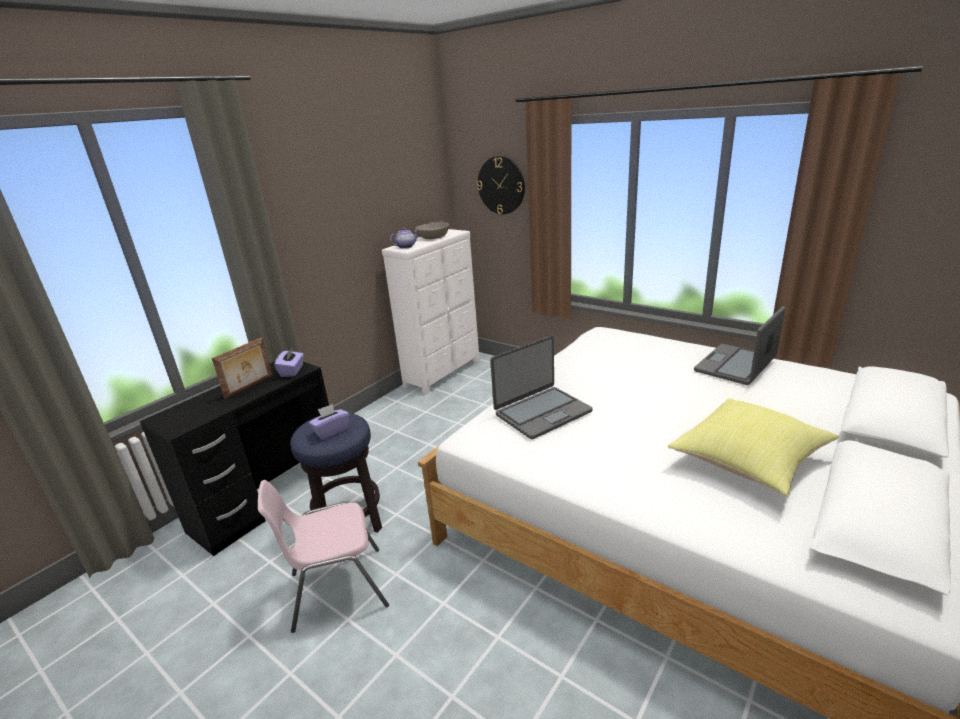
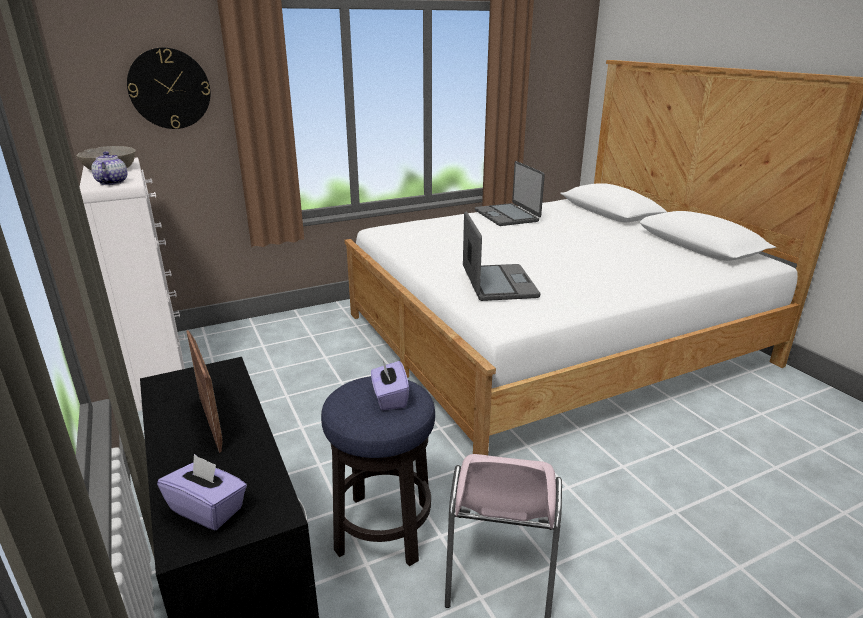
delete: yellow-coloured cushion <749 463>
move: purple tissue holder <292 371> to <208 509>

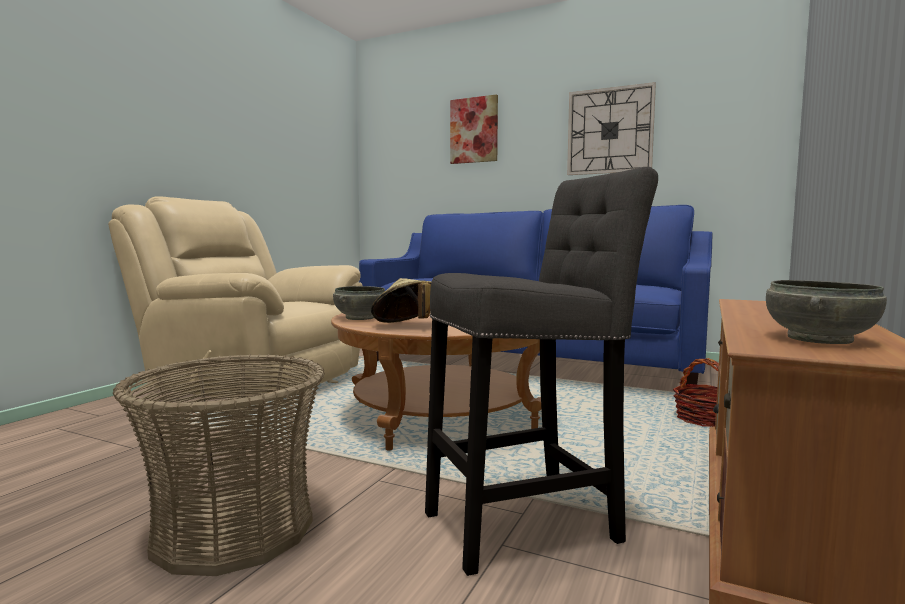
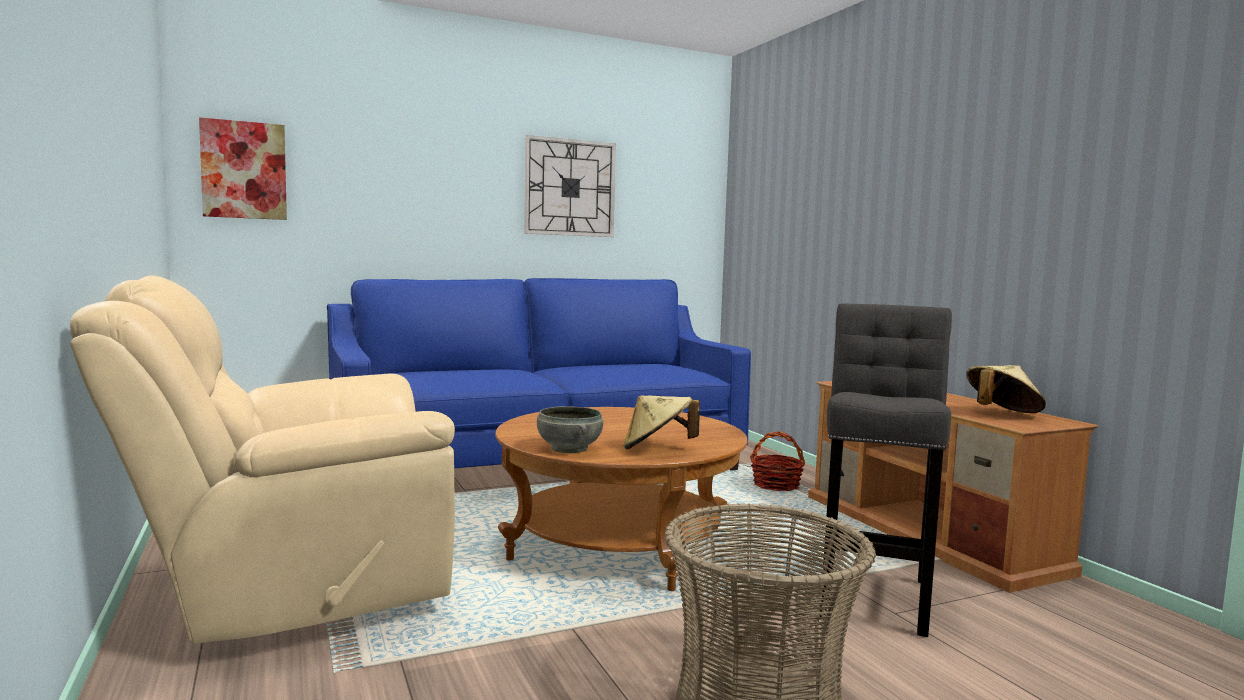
move: wall art <474 130> to <244 170>
replace: greyish deep dish <817 338> to beige-coloured wearable hat <1001 414>

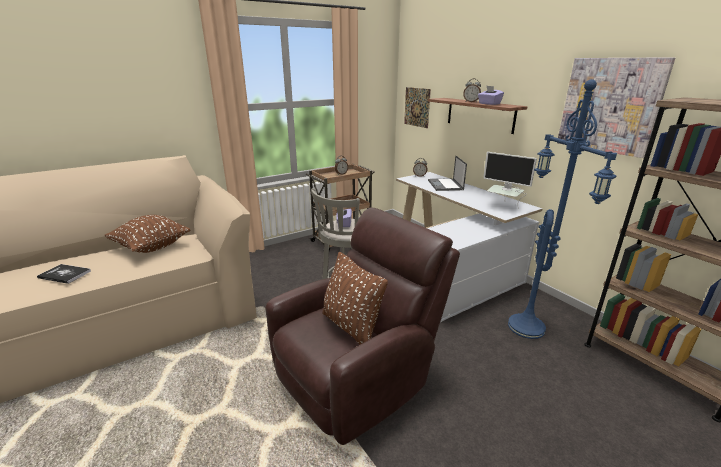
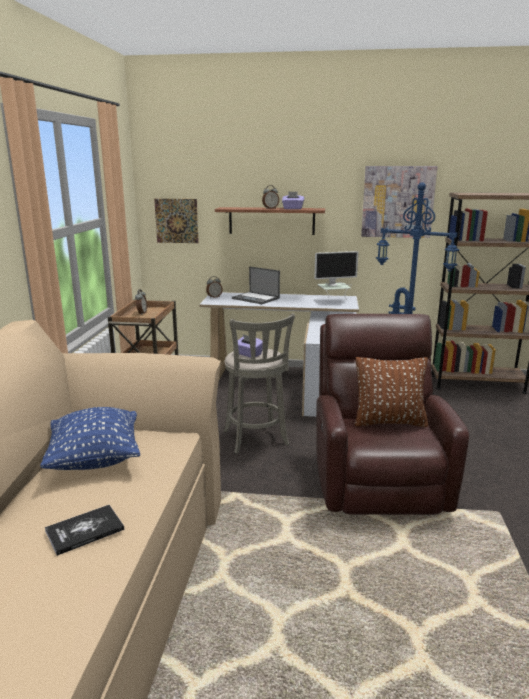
recolor: brown-coloured cushion <152 247> to bluish cushion <95 460>

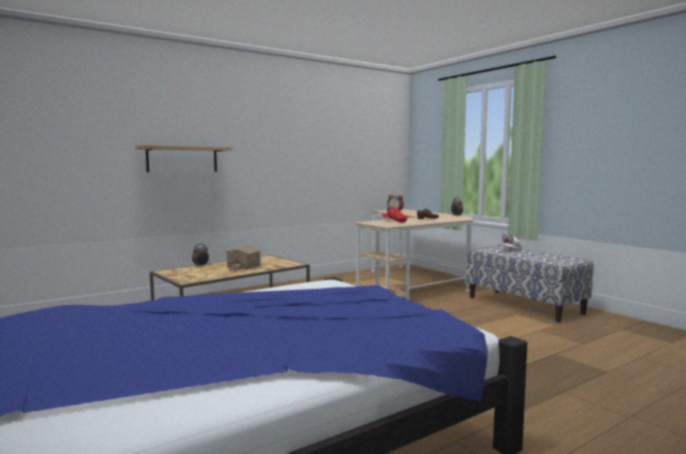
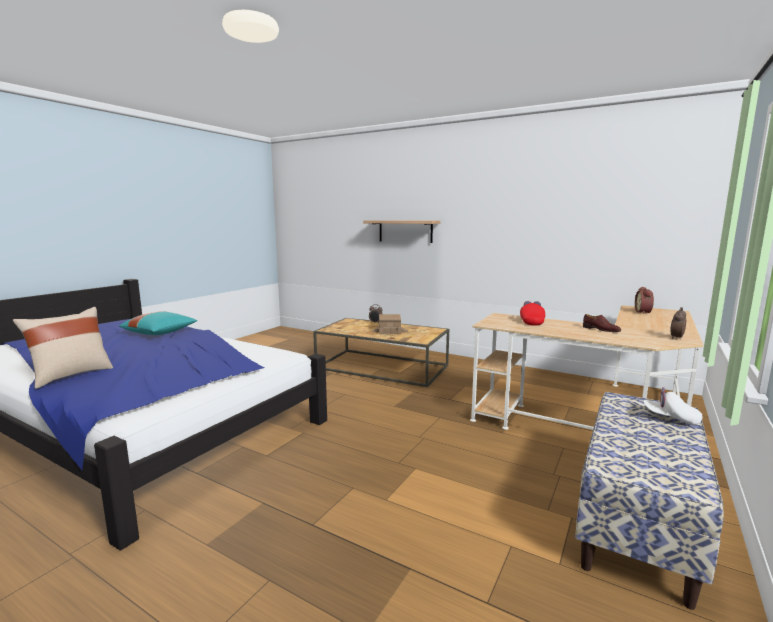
insert: beige-coloured cushion <71 375>; turquoise cushion <160 333>

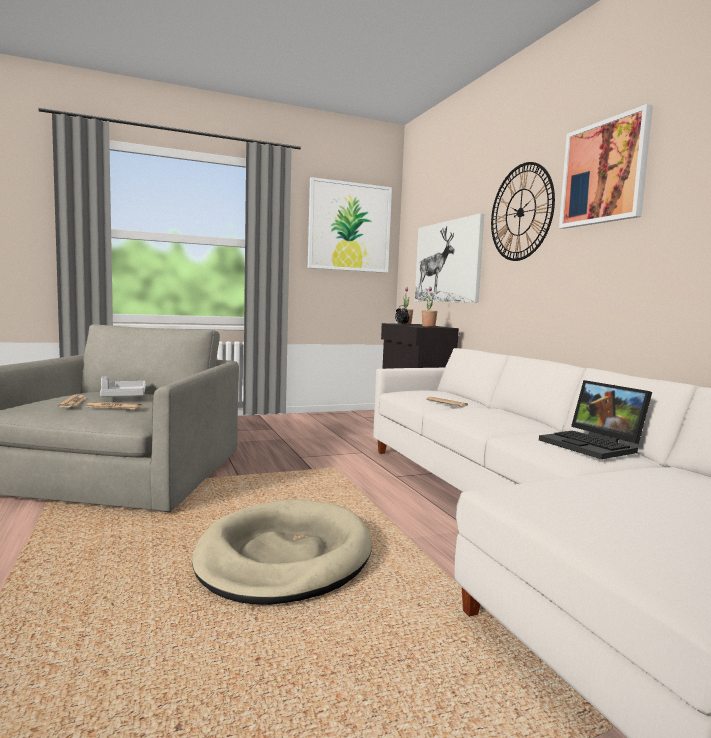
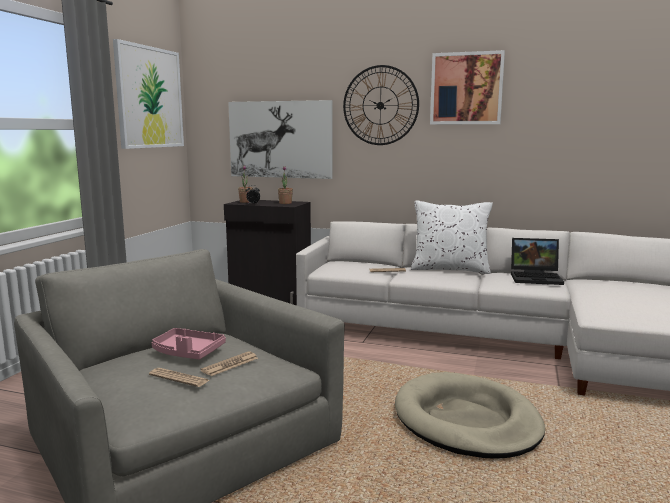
insert: white-coloured cushion <450 269>
recolor: greyish tray <124 396> to pinkish tray <187 352>

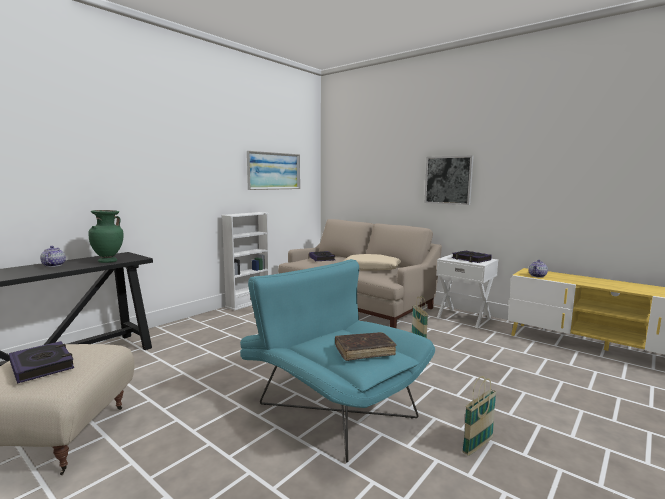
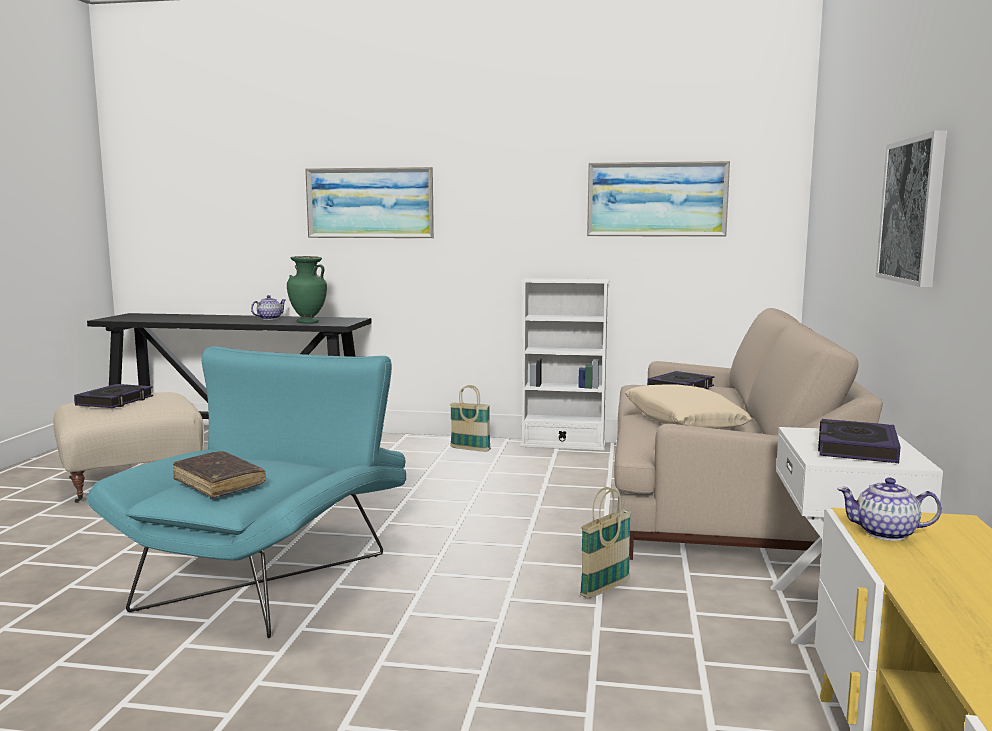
insert: wall art <370 203>
move: storage basket <477 446> to <470 449>

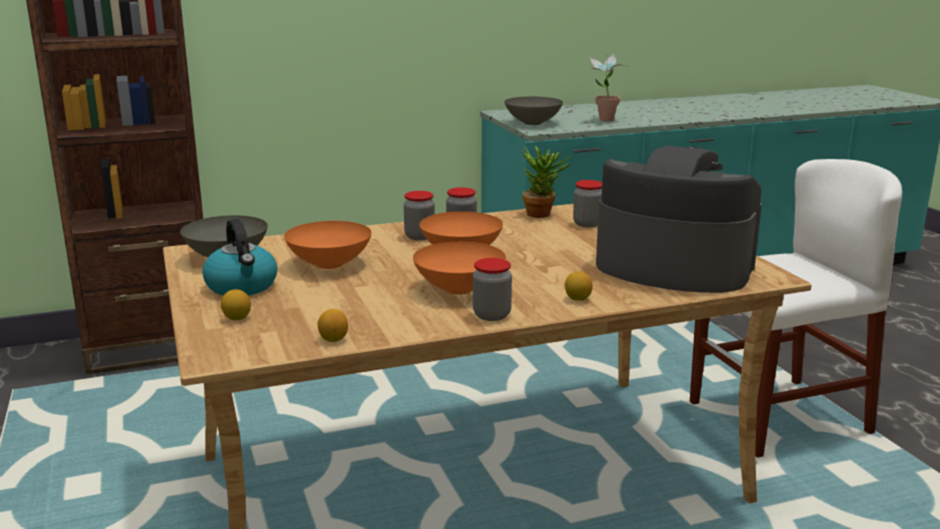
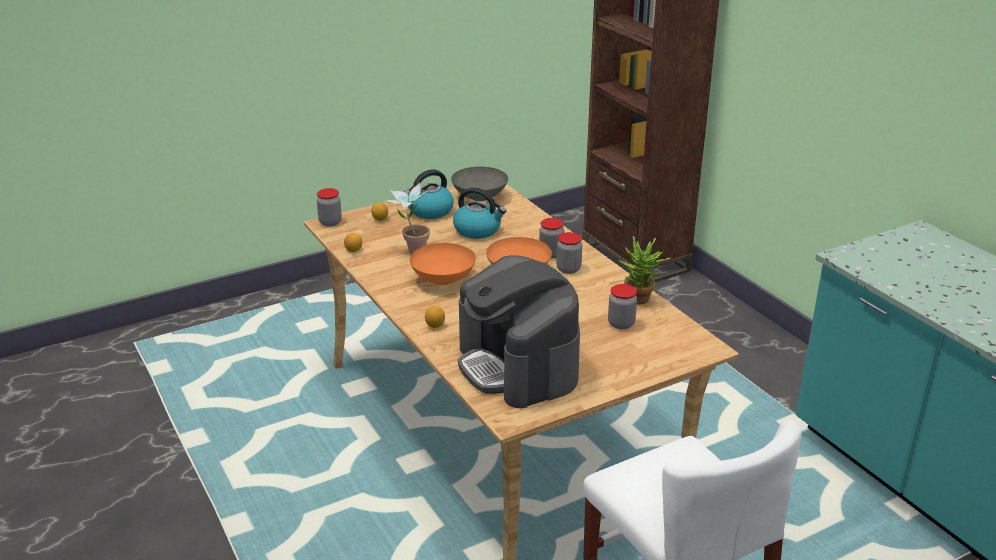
delete: greyish deep dish <533 123>
move: preserve jar <492 315> to <330 222>; potted plant <604 121> to <411 251>
replace: orangey deep dish <328 264> to kettle <478 230>
rotate: coffee machine <672 267> = <518 366> 135 degrees clockwise

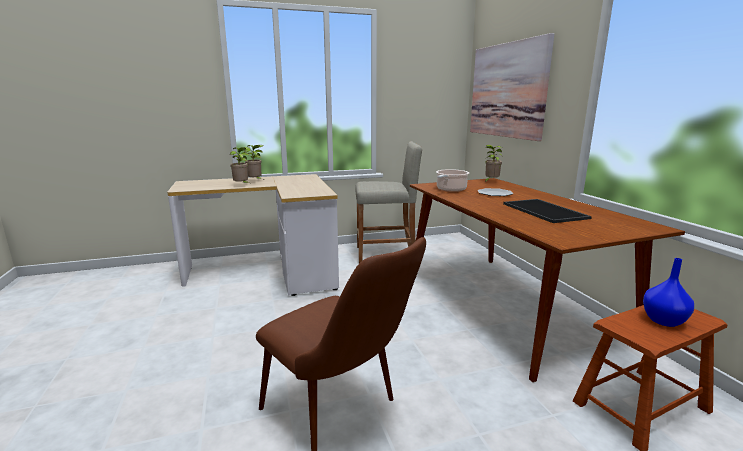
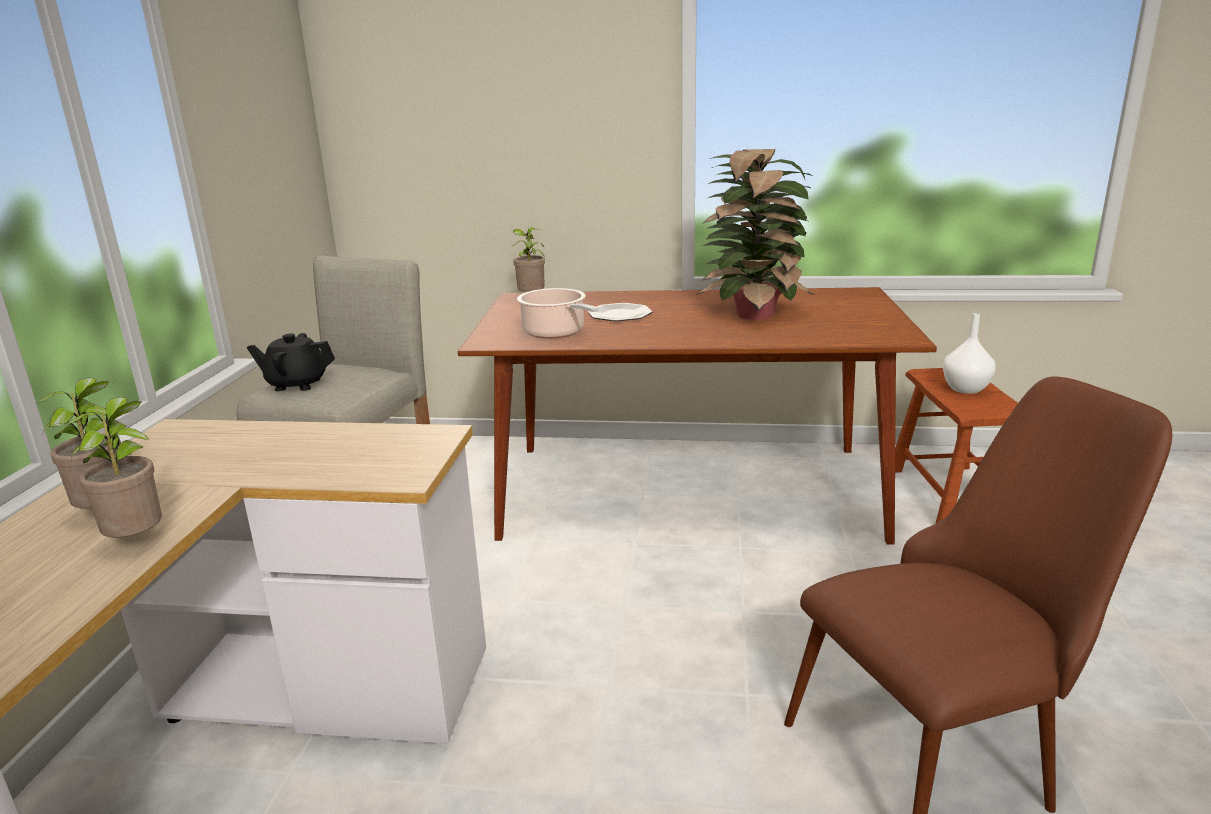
delete: wall art <507 90>
insert: blackish teapot <297 384>
replace: tray <545 211> to potted plant <754 313>
recolor: bluish decorative vase <664 320> to white-coloured decorative vase <965 389>

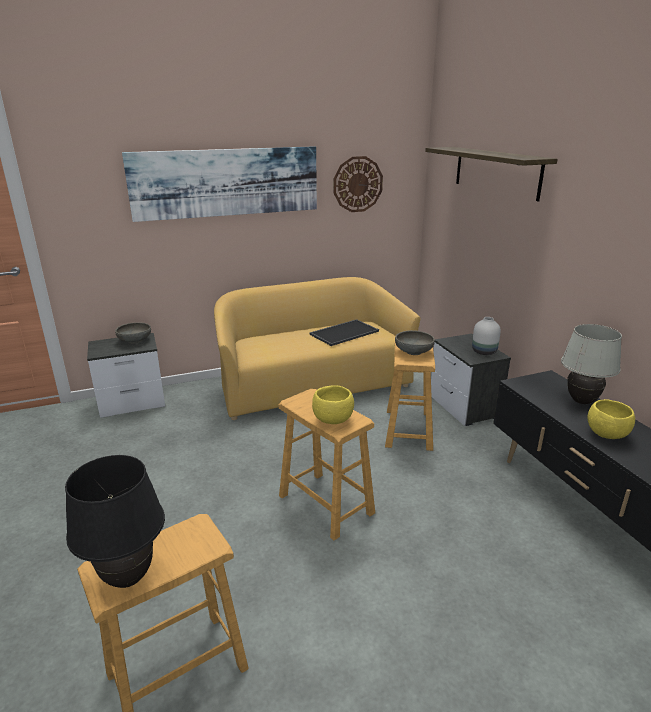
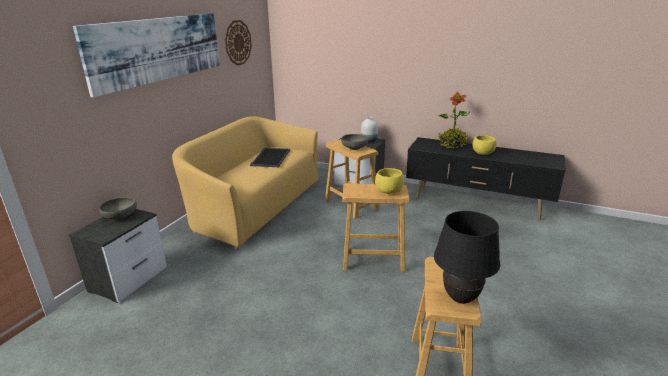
delete: shelf <496 172>
replace: white-coloured table lamp <582 401> to potted plant <452 145>

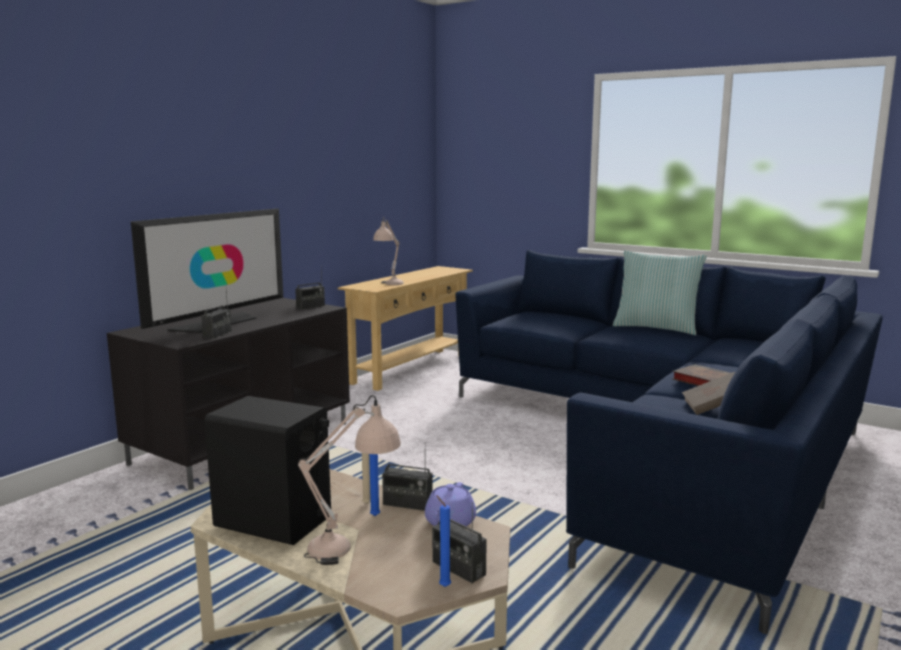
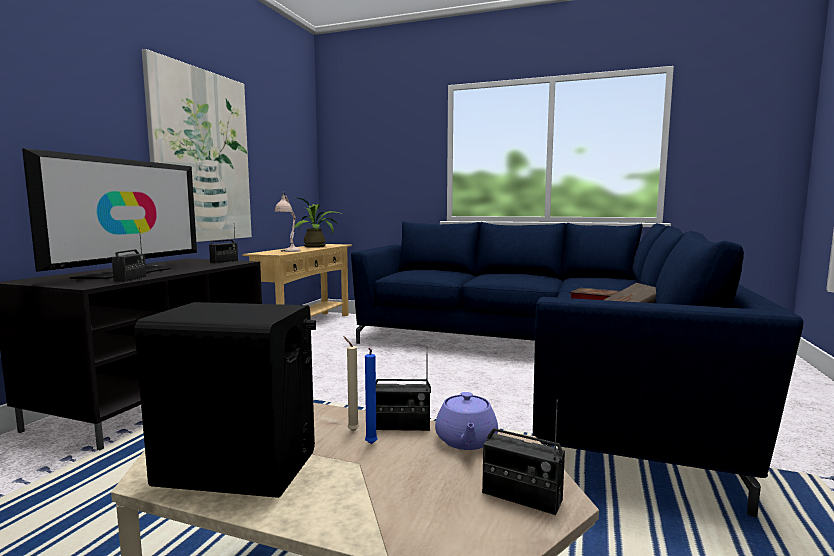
delete: beige-coloured table lamp <353 547>; bluish wax candle <443 586>; cushion <656 328>
insert: wall art <202 156>; potted plant <317 246>

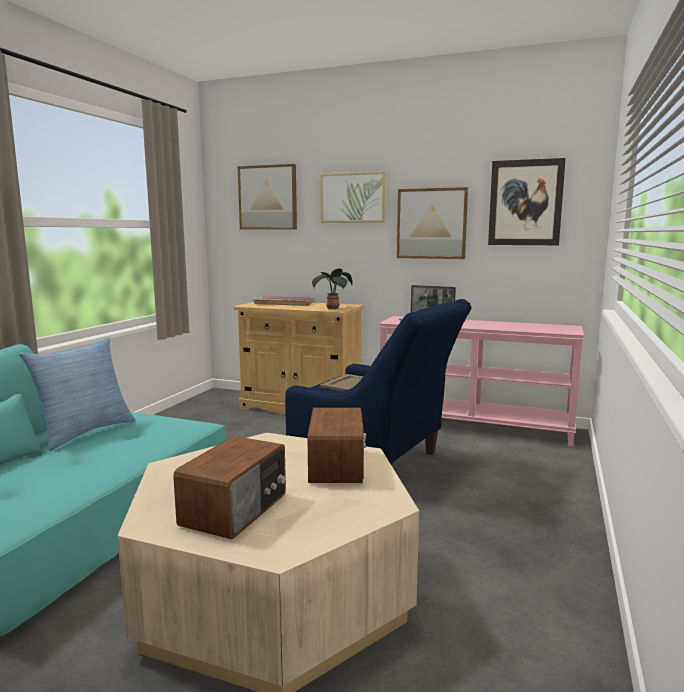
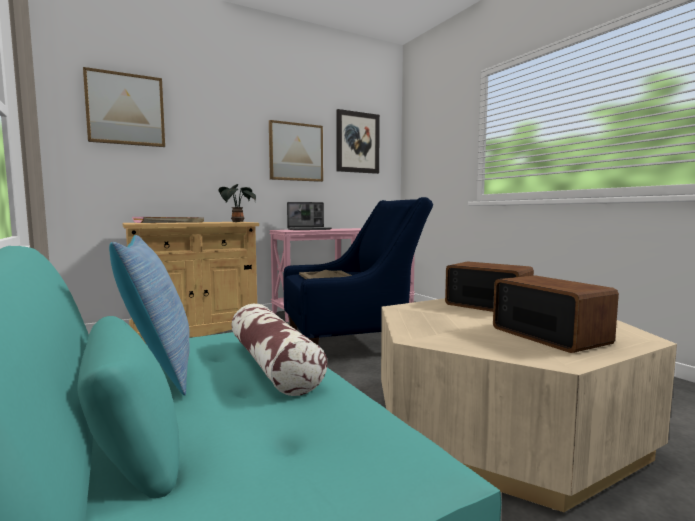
delete: wall art <353 197>
insert: cushion <272 364>

